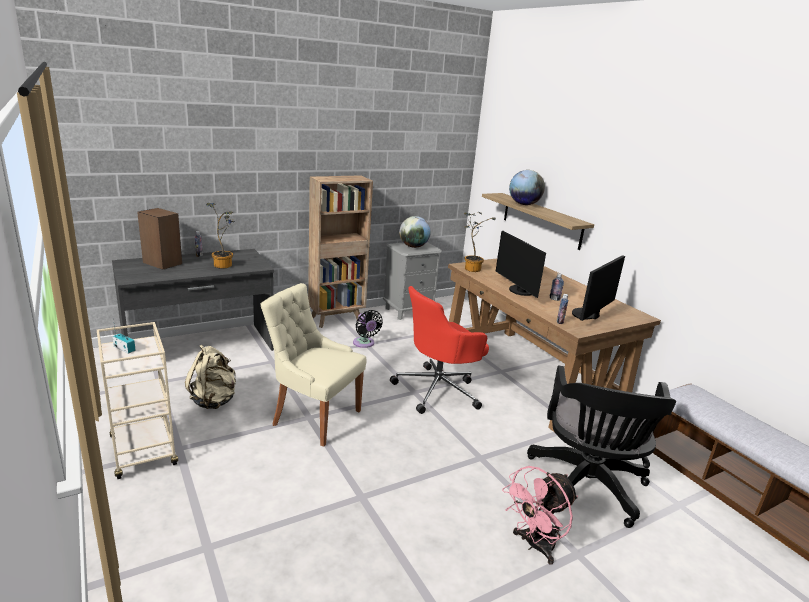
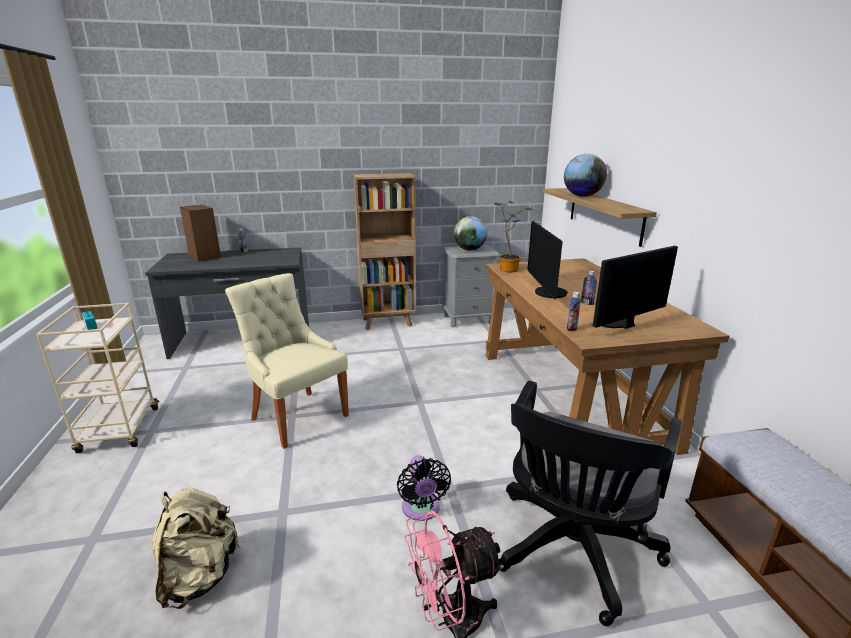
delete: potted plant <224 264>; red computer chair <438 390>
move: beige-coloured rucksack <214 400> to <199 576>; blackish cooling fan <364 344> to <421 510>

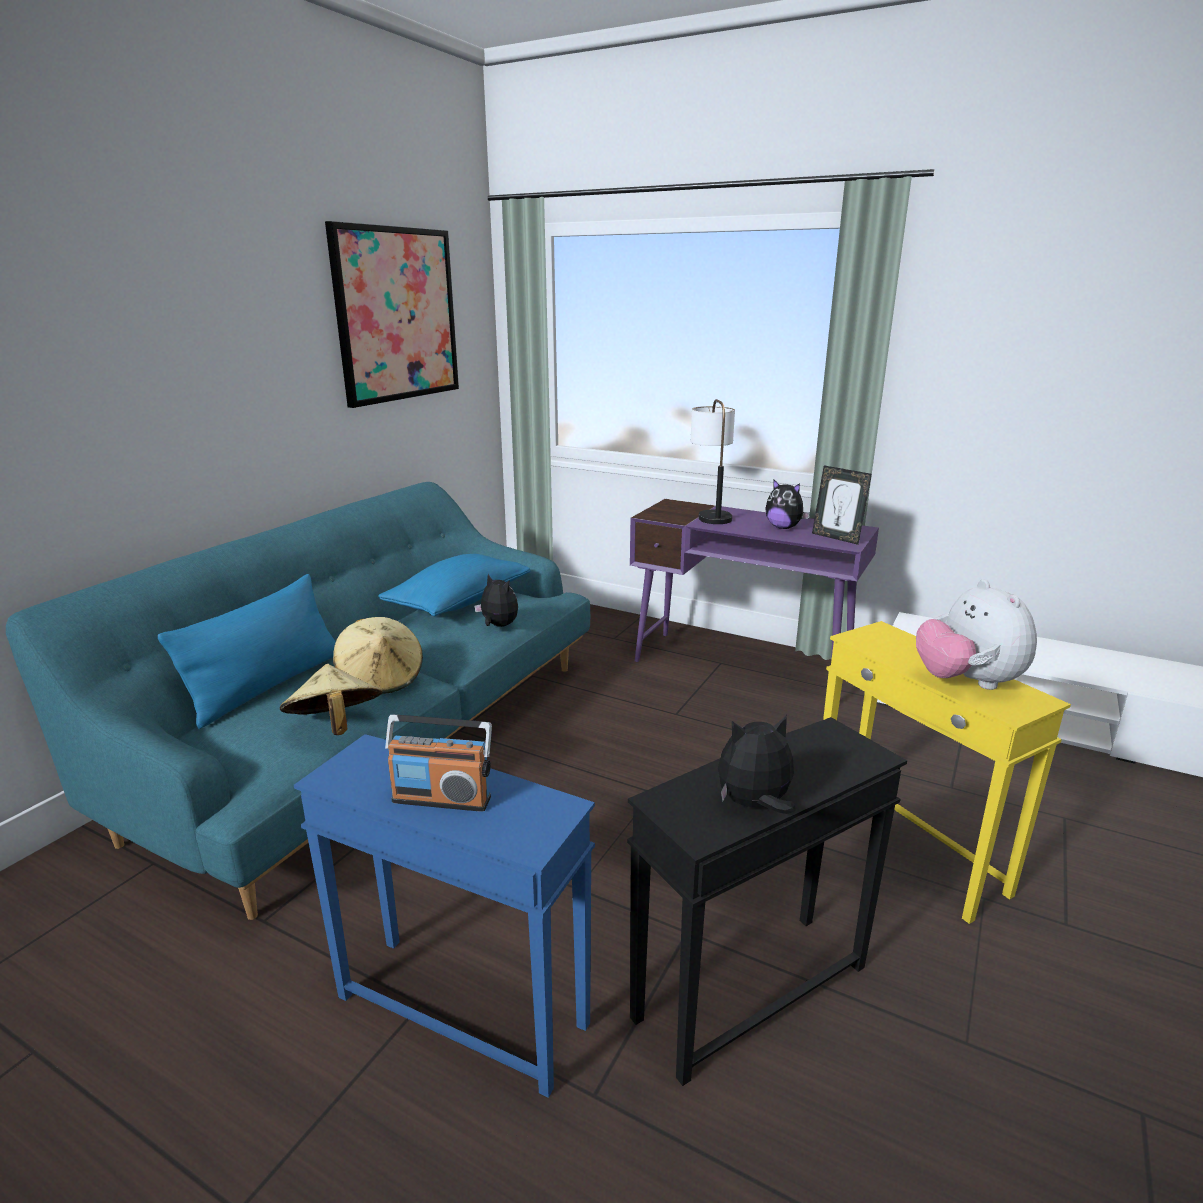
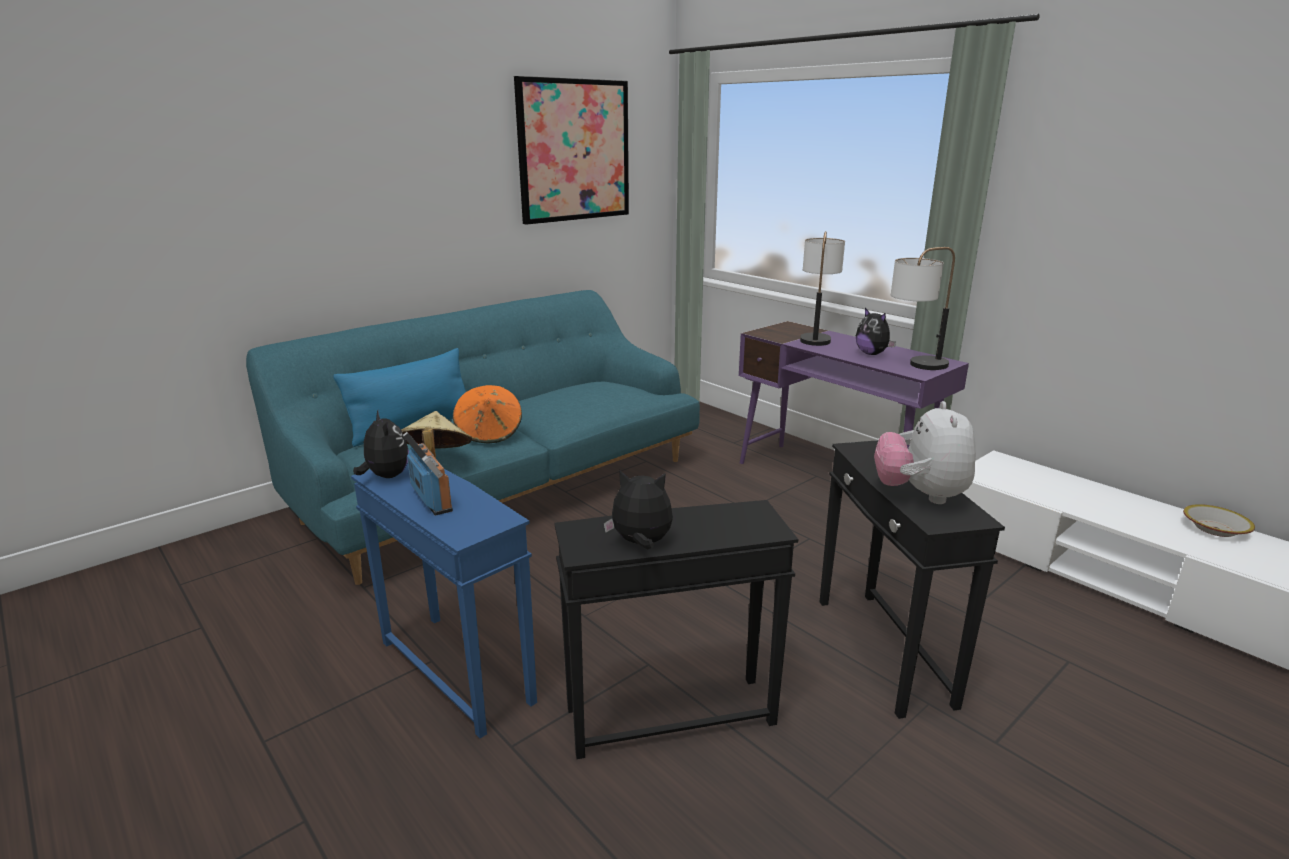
delete: bluish cushion <459 602>
insert: deep dish <1215 529>
move: soft toy <498 626> to <386 476>
replace: standing frame <836 538> to table lamp <914 367>
recolor: beige-coloured wearable hat <381 678> to orangey wearable hat <489 433>; yellow-coloured accent table <906 849> to blackish accent table <882 651>
rotate: radio set <442 799> = <432 499> 150 degrees counterclockwise

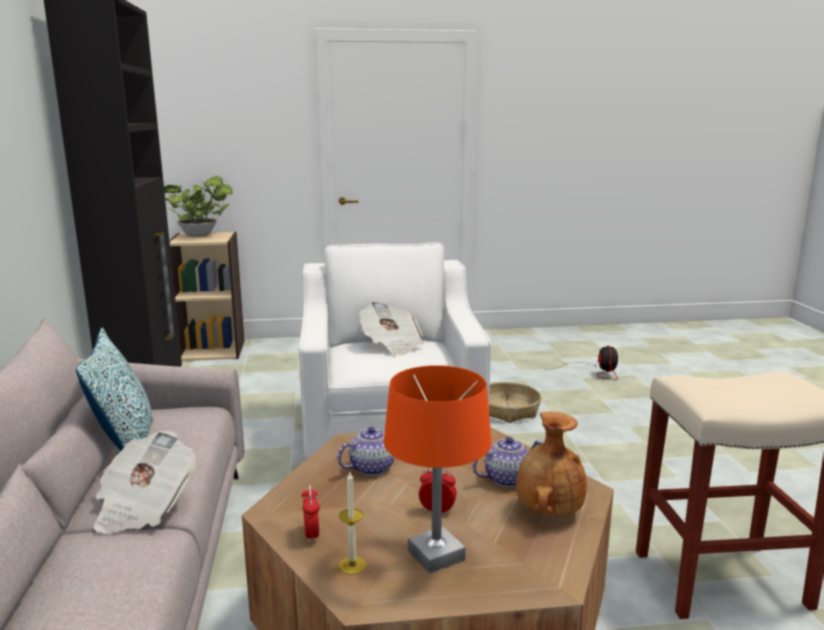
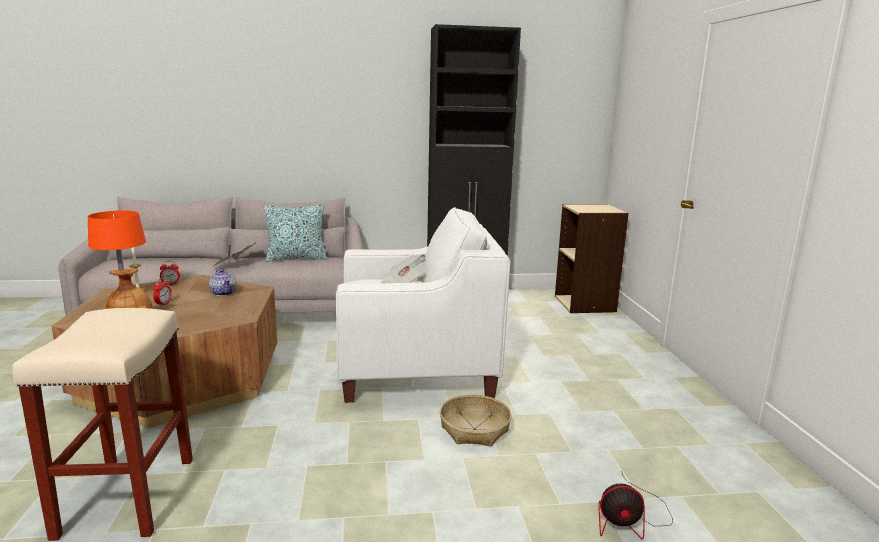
delete: potted plant <201 236>; teapot <506 479>

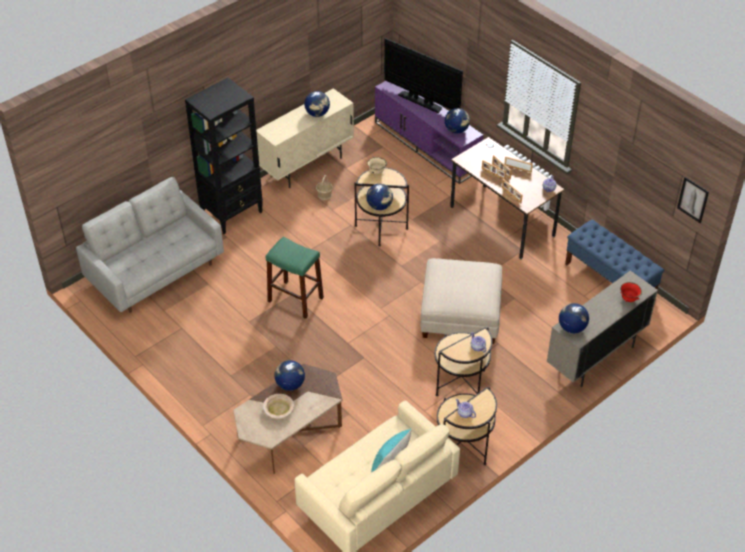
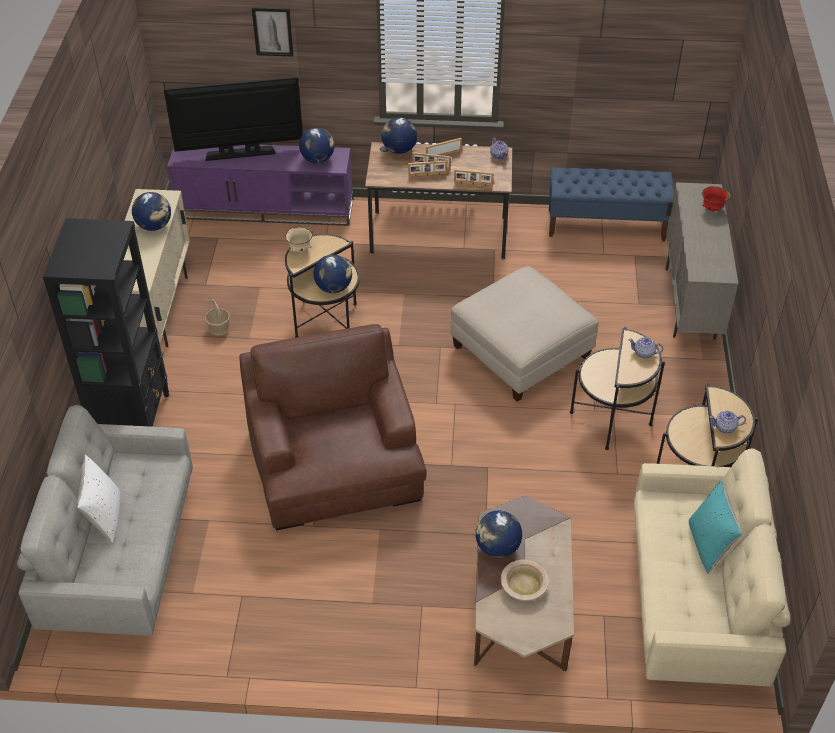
insert: white-coloured cushion <105 517>
move: wall art <693 199> to <272 31>; world globe <571 328> to <399 150>
replace: greenish sitting stool <295 299> to brown-coloured lounge chair <334 462>

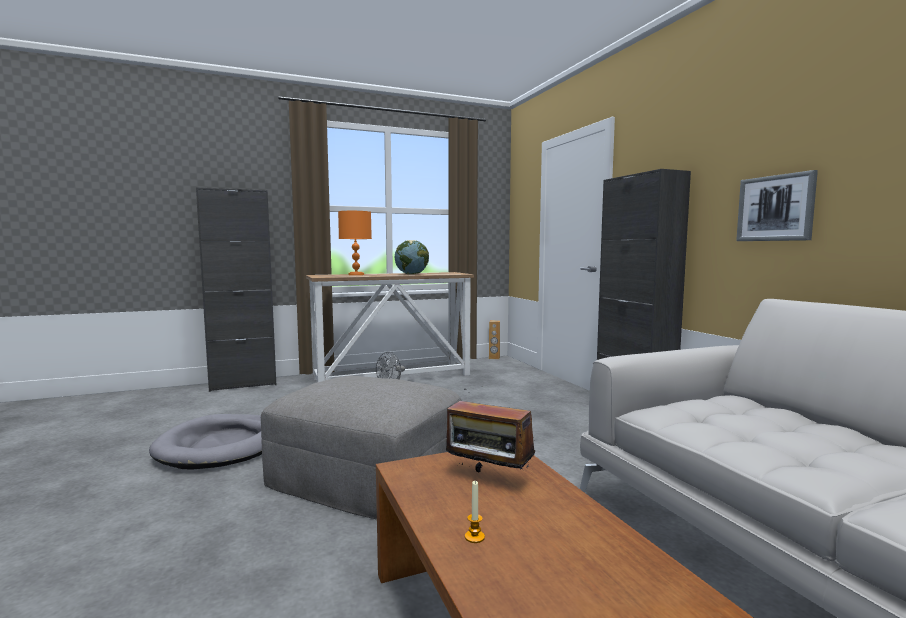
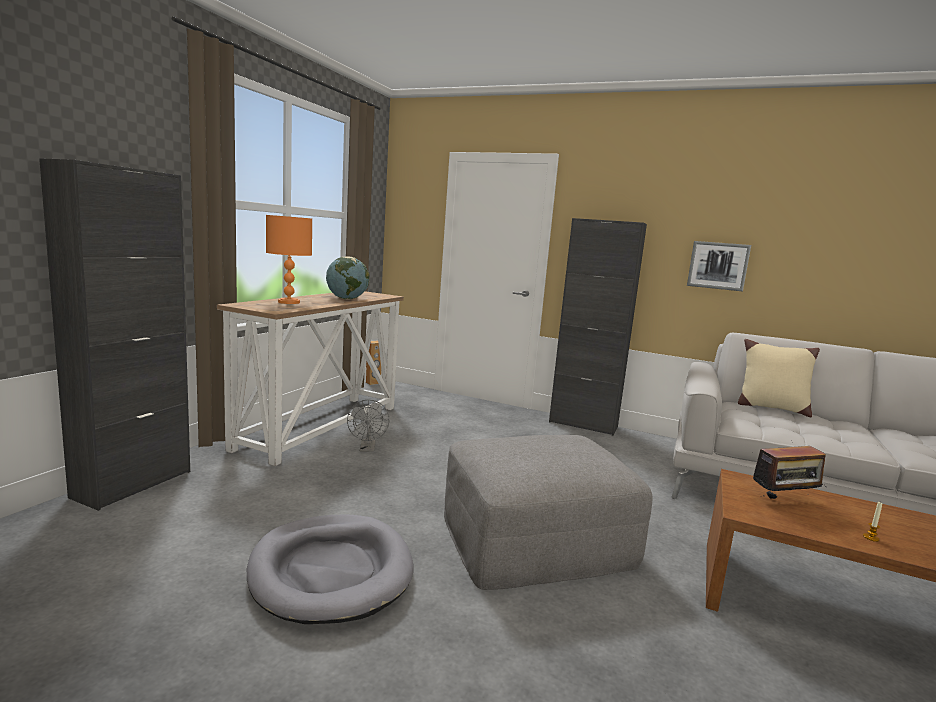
insert: beige-coloured cushion <771 408>

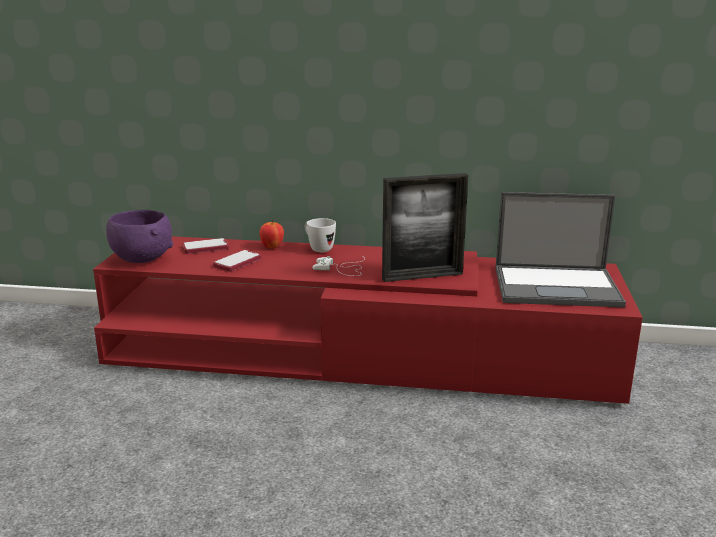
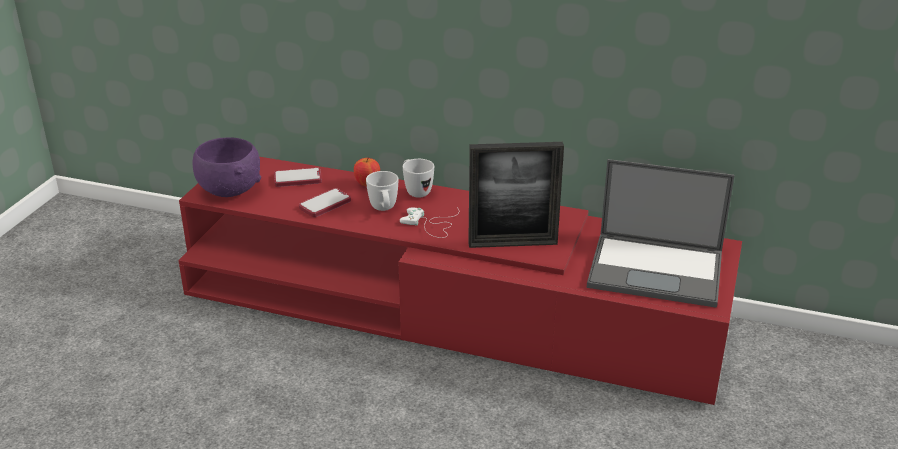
insert: white-coloured tea mug <384 210>

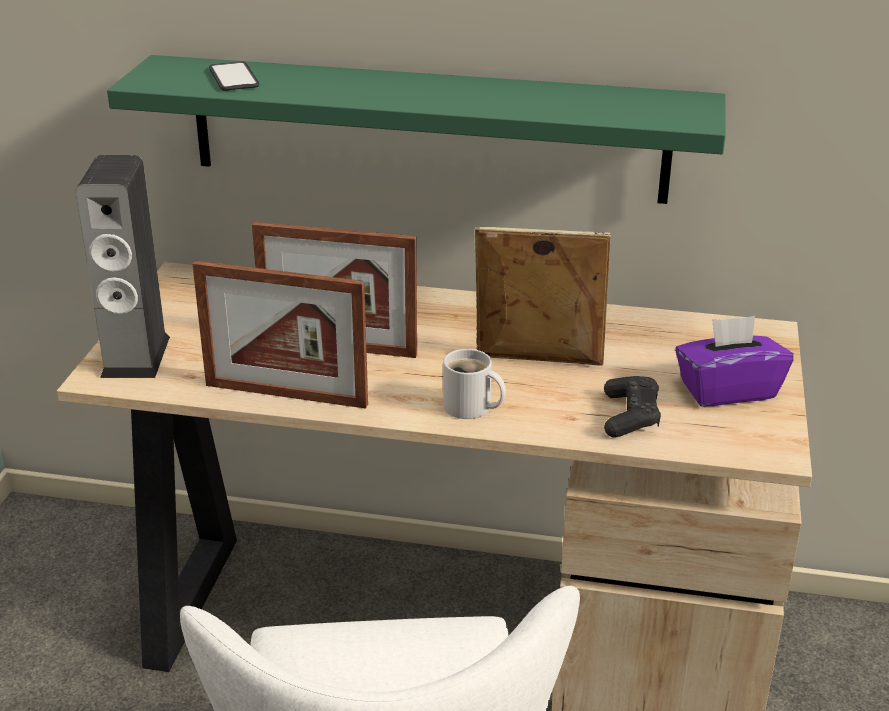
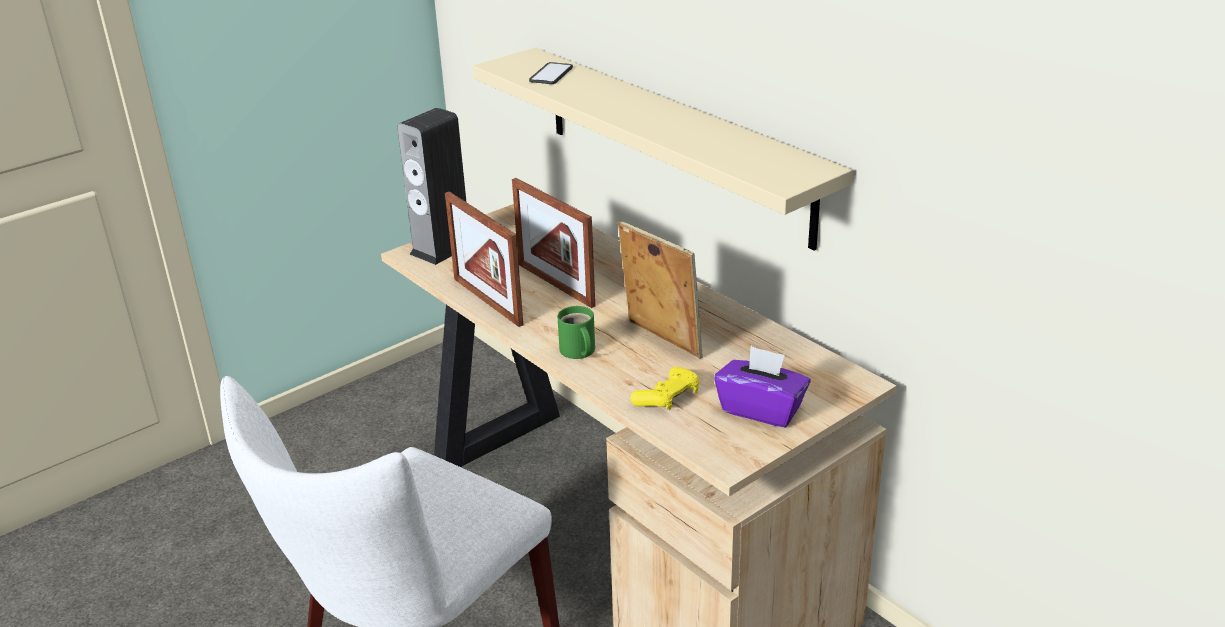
recolor: greenish shelf <427 129> to beige-coloured shelf <674 143>; white-coloured tea mug <470 408> to greenish tea mug <577 351>; blackish joypad <630 416> to yellow-coloured joypad <667 398>

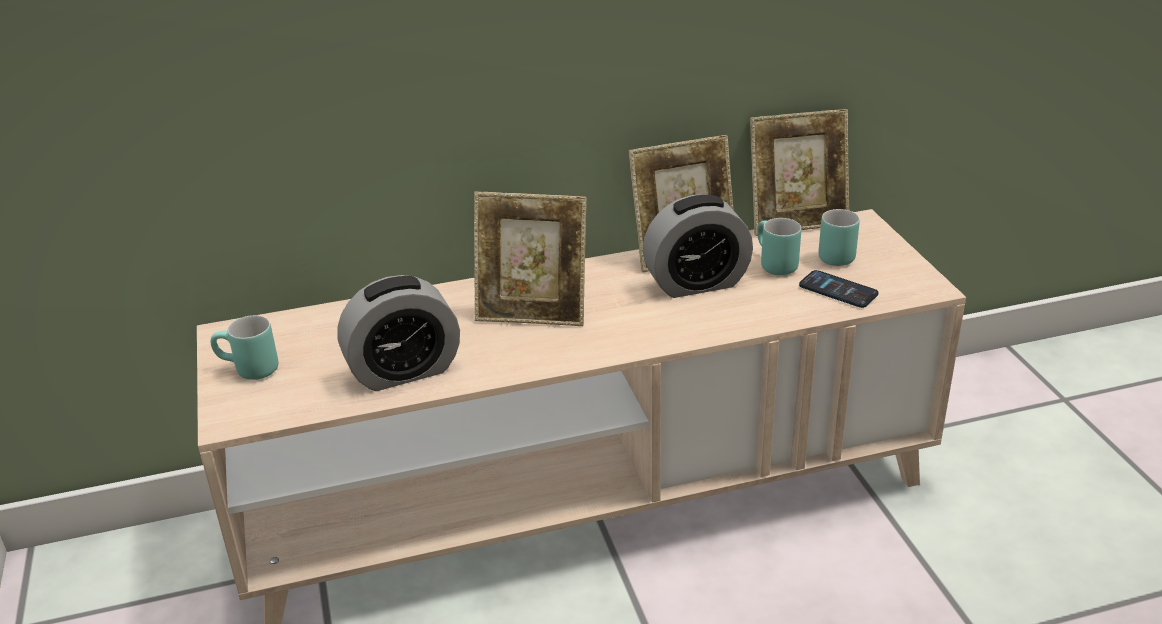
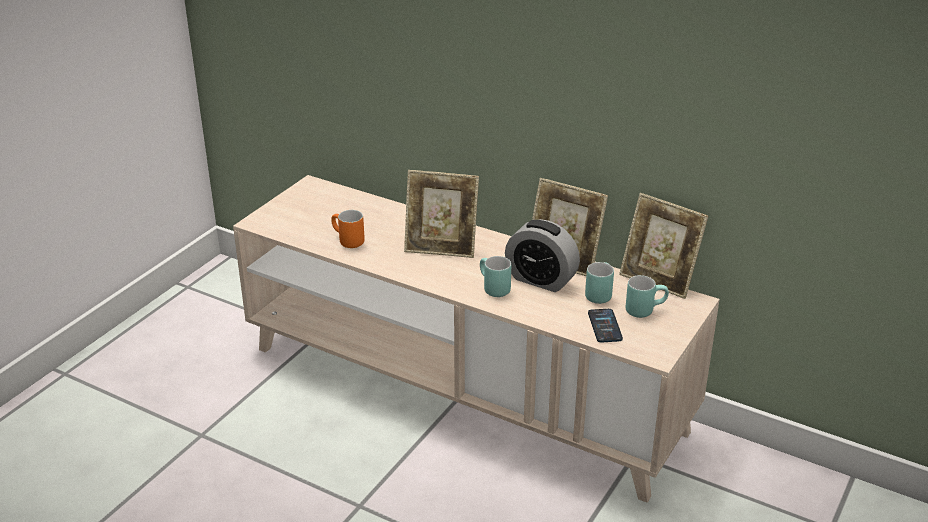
move: turquoise tea mug <247 371> to <491 289>
replace: table clock <404 371> to orangey tea mug <346 241>
rotate: standing frame <533 312> = <441 248> 45 degrees counterclockwise

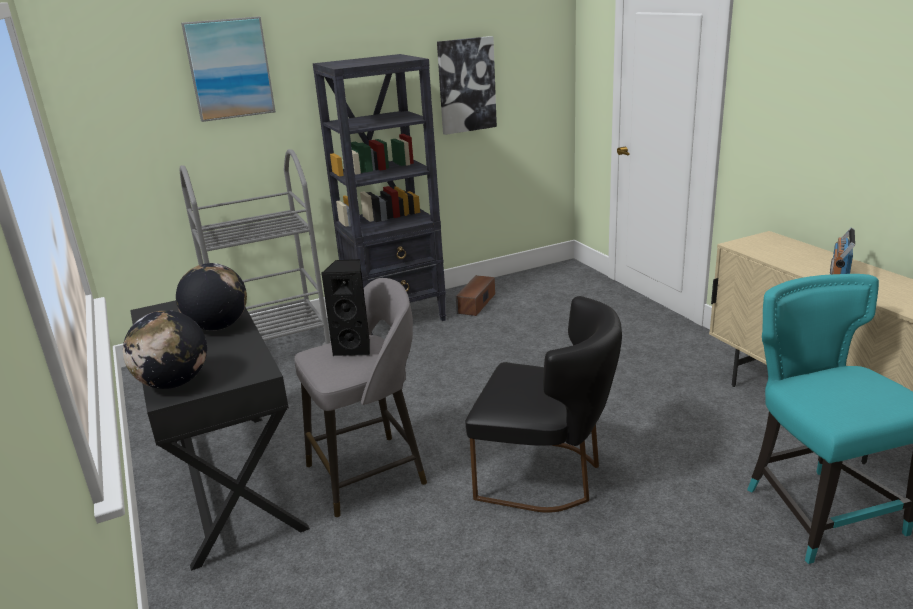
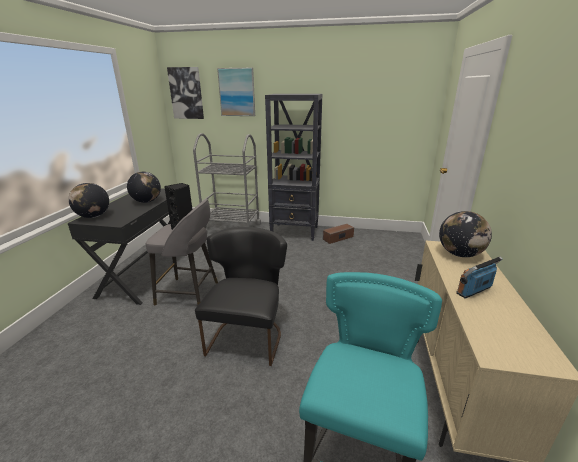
insert: world globe <460 254>
move: wall art <466 85> to <186 93>
rotate: blackish plain chair <546 476> = <248 335> 135 degrees counterclockwise

